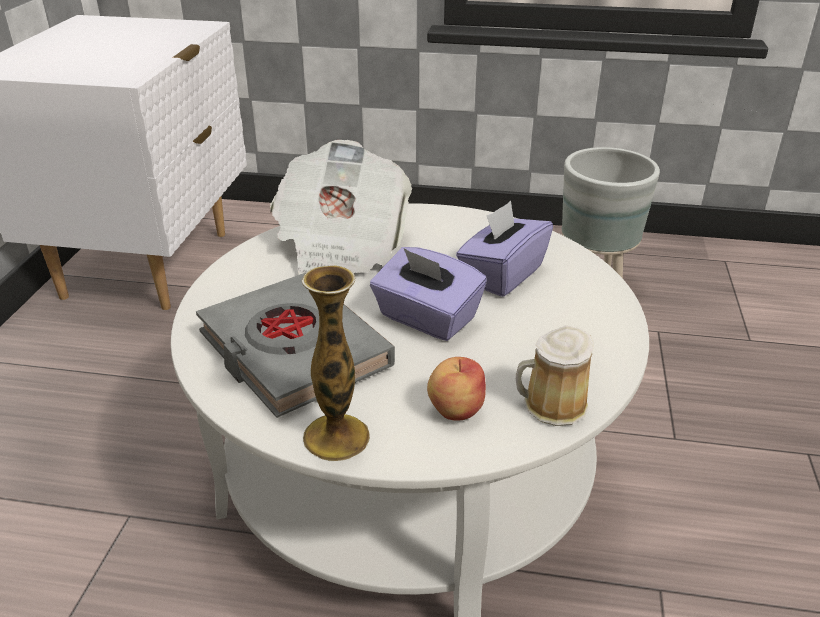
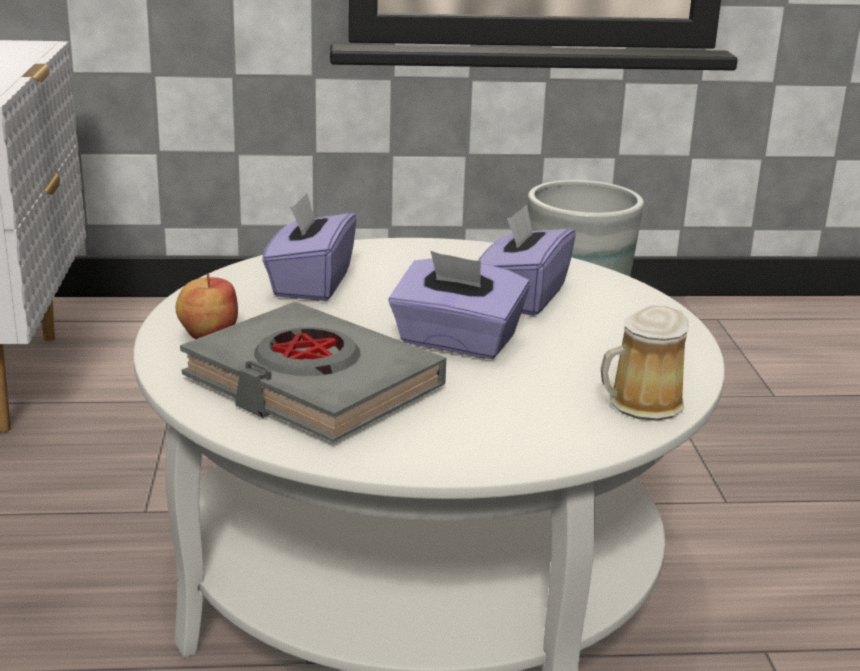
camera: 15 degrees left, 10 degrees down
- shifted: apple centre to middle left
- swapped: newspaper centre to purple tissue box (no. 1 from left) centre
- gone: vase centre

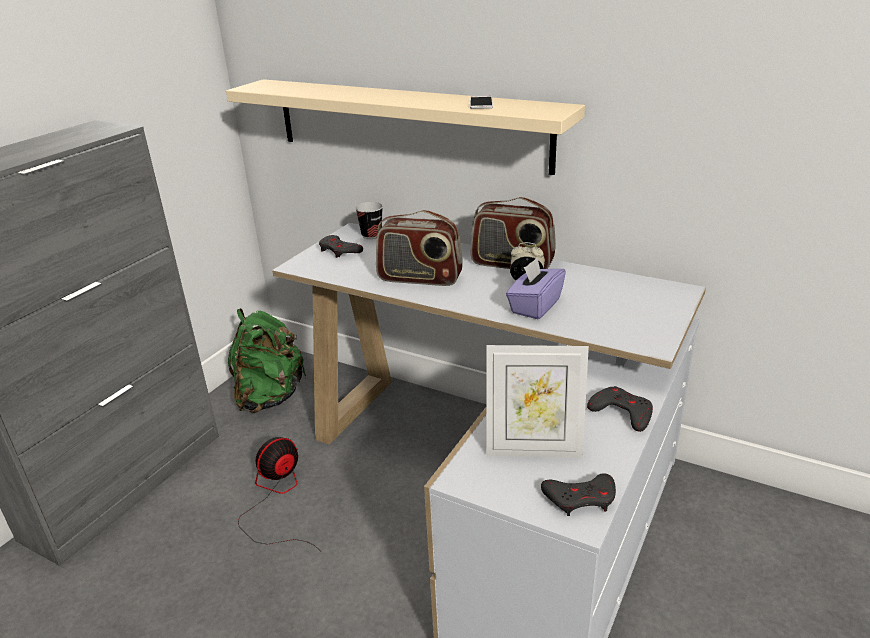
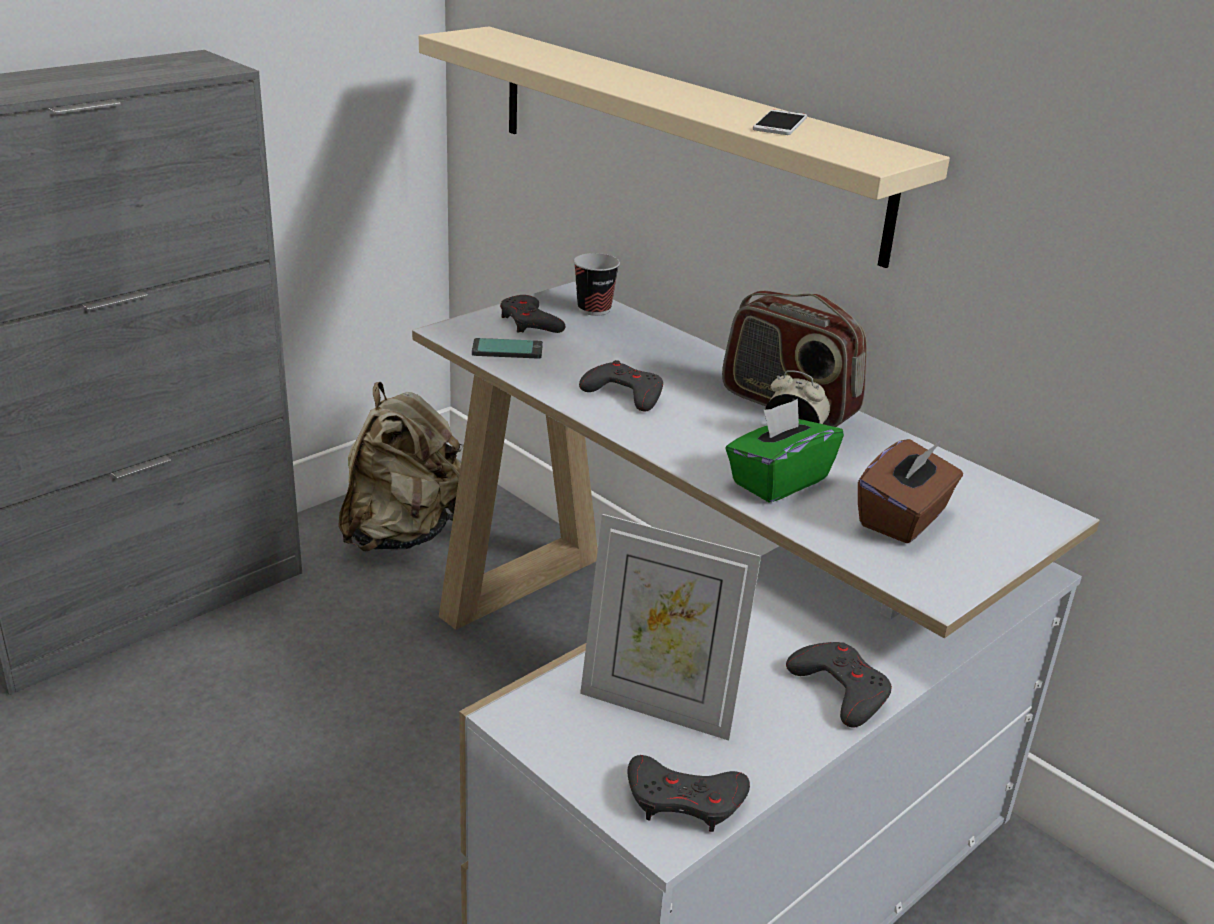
camera: 15 degrees right, 0 degrees up
- repainted: green backpack middle left to beige backpack middle left
- new: phone (no. 1 from left) centre
- swapped: radio (no. 1 from left) centre to grey game controller (no. 2 from left) centre
- repainted: purple tissue box centre to green tissue box centre
- new: brown tissue box middle right
- gone: fan bottom left

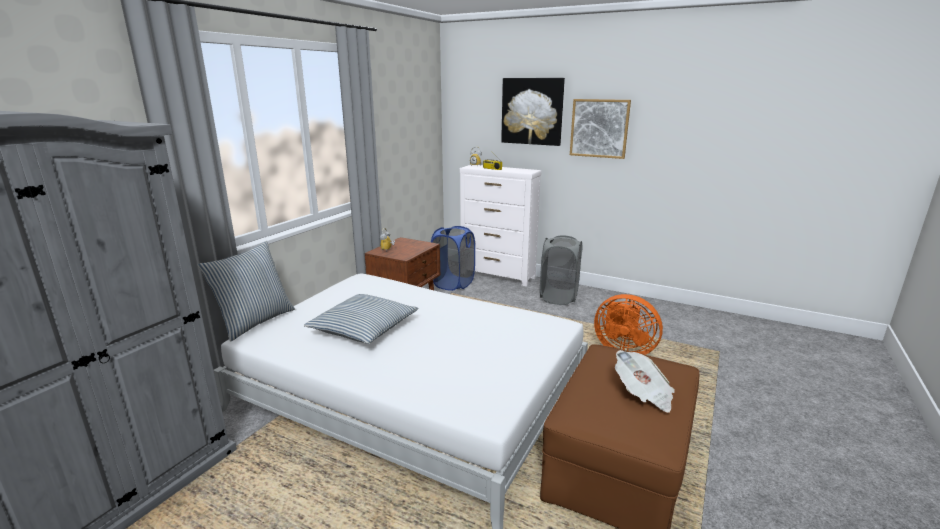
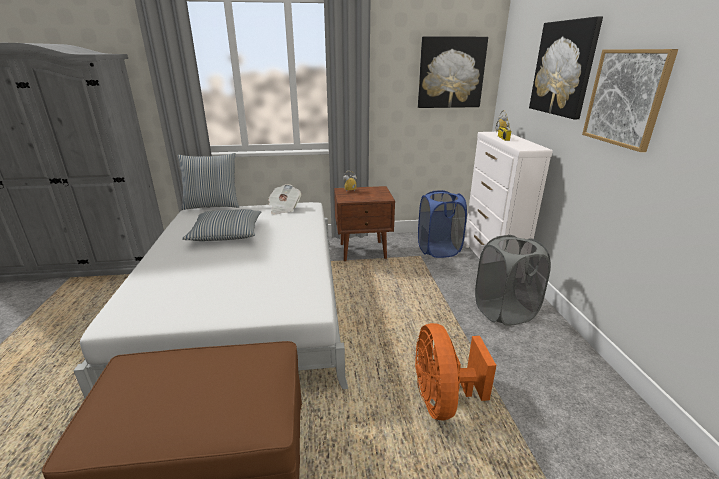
camera: 55 degrees right, 5 degrees up
- shifted: newspaper bottom right to centre
- new: picture (no. 1 from left) top centre

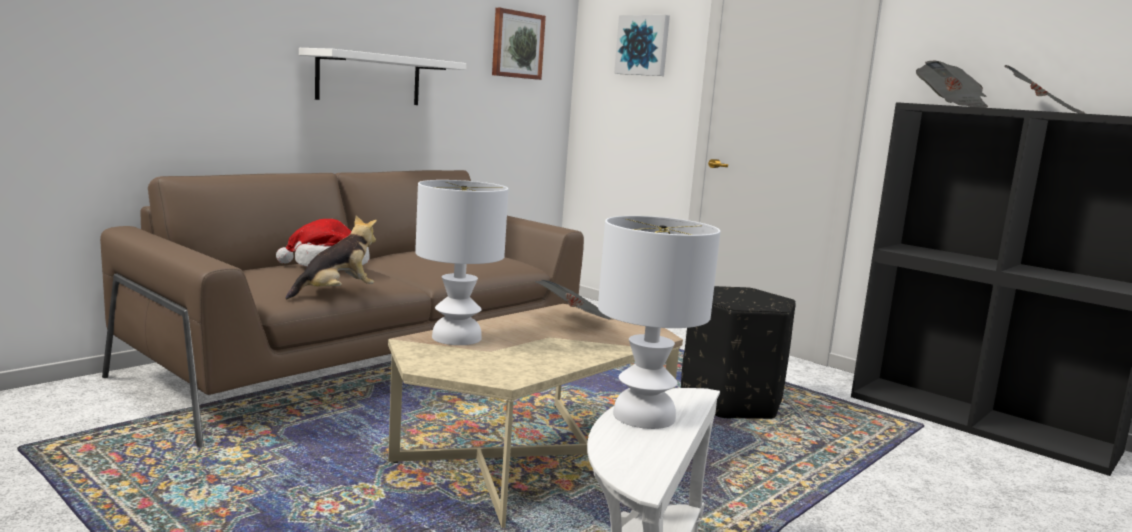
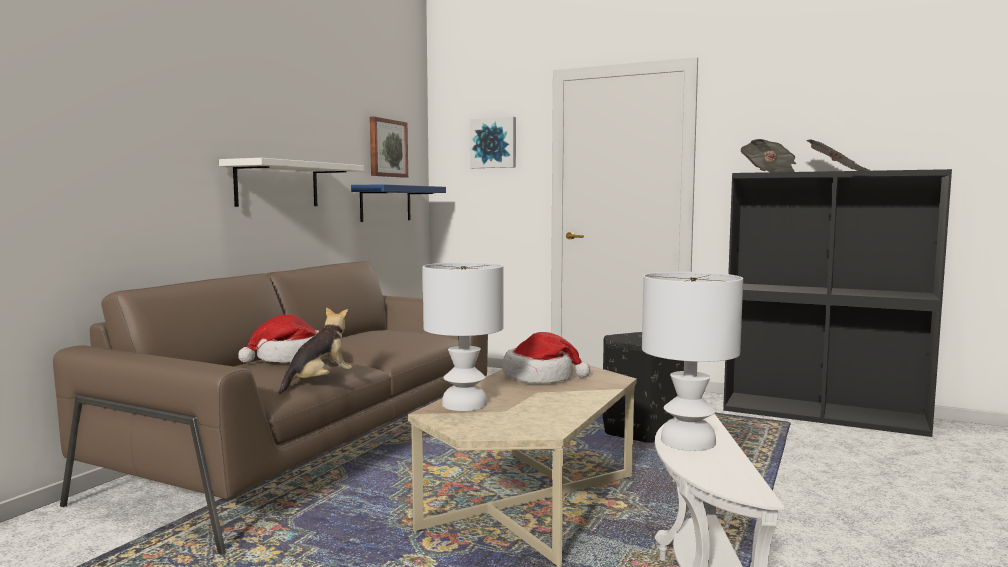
camera: 15 degrees left, 5 degrees down
- new: blue shelf centre
- swapped: newspaper (no. 1 from left) centre to hat (no. 2 from left) centre

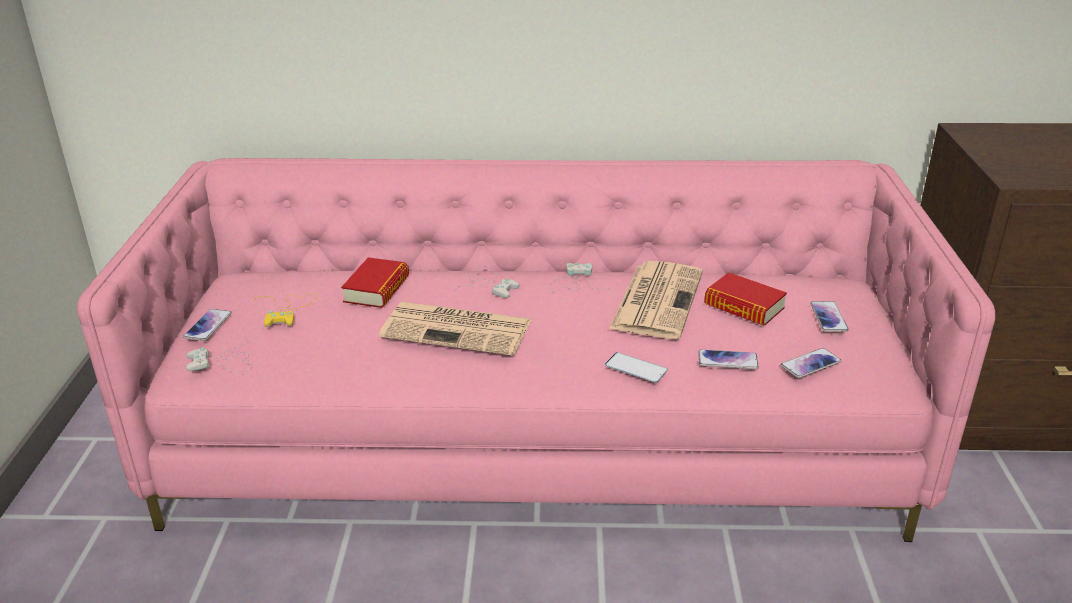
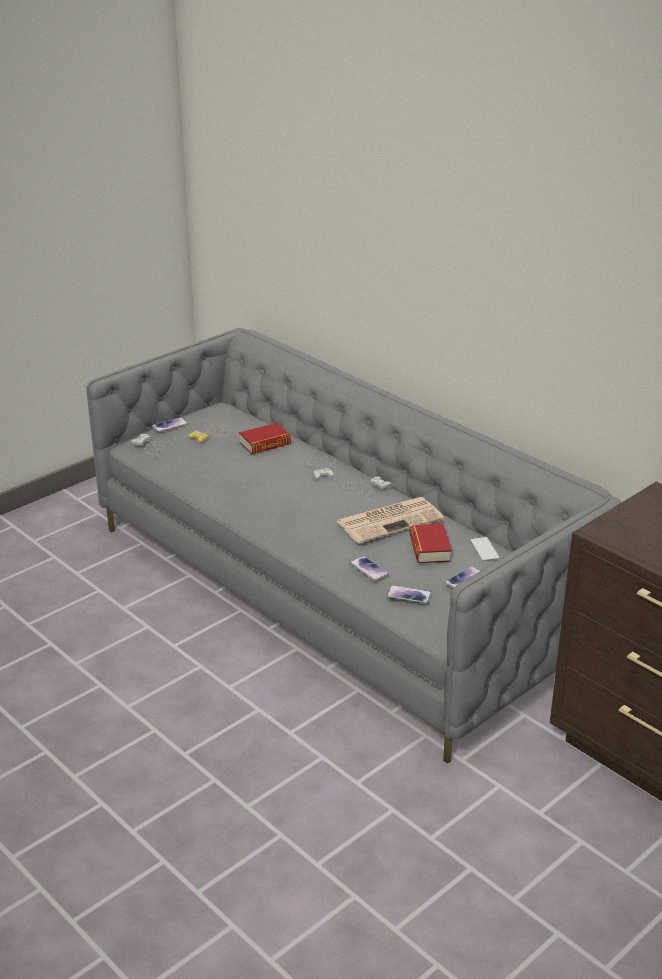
camera: 45 degrees right, 0 degrees up
- repainted: pink sofa centre to grey sofa centre
- shifted: phone (no. 2 from left in the first image) centre to phone (no. 5 from left) middle right
- gone: newspaper (no. 1 from left) centre

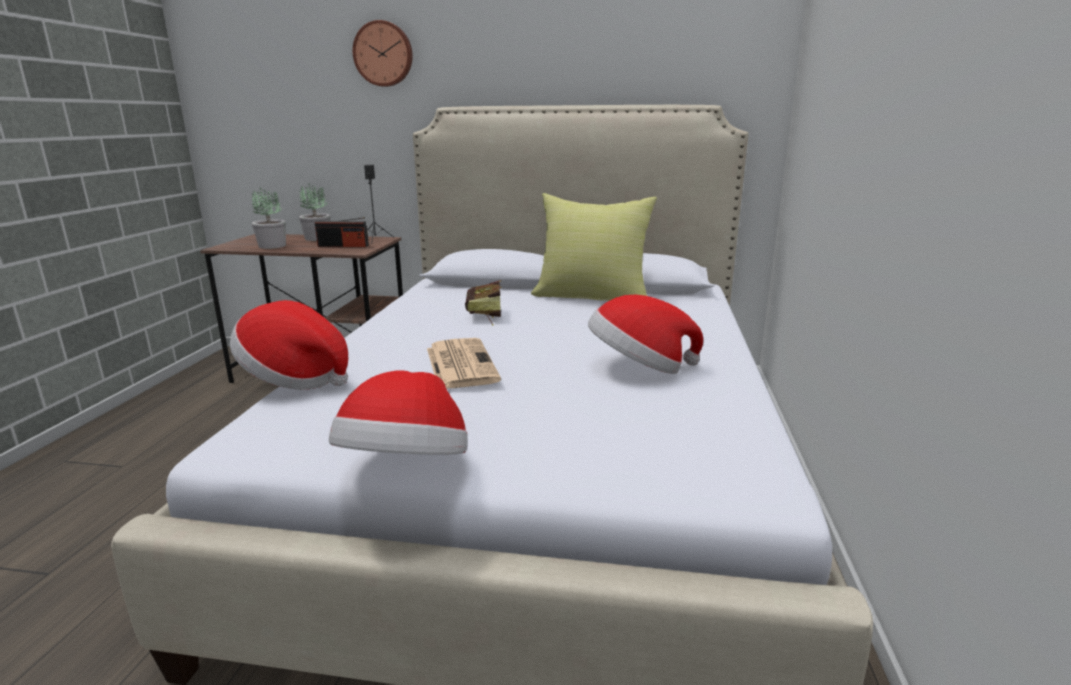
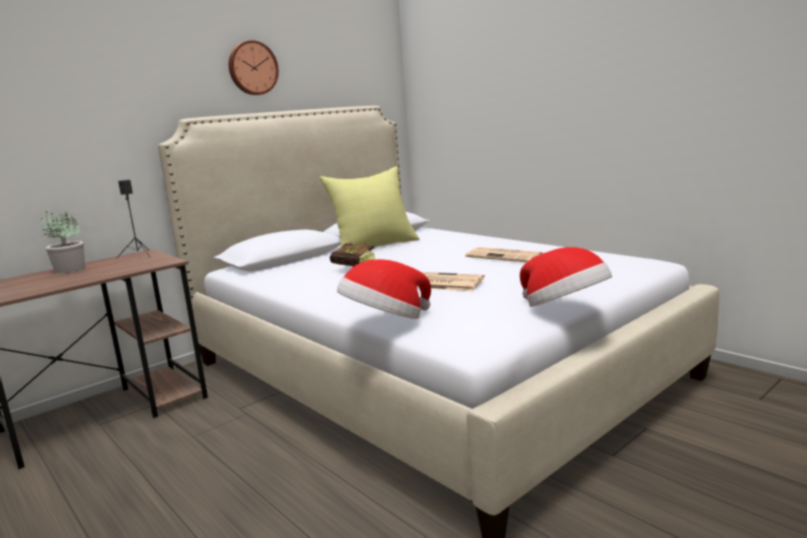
camera: 50 degrees left, 5 degrees down
- shifted: wall clock top centre to top left
- swapped: hat (no. 3 from left) centre to newspaper (no. 2 from left) centre
- gone: potted plant (no. 1 from left) top left
- gone: radio middle left

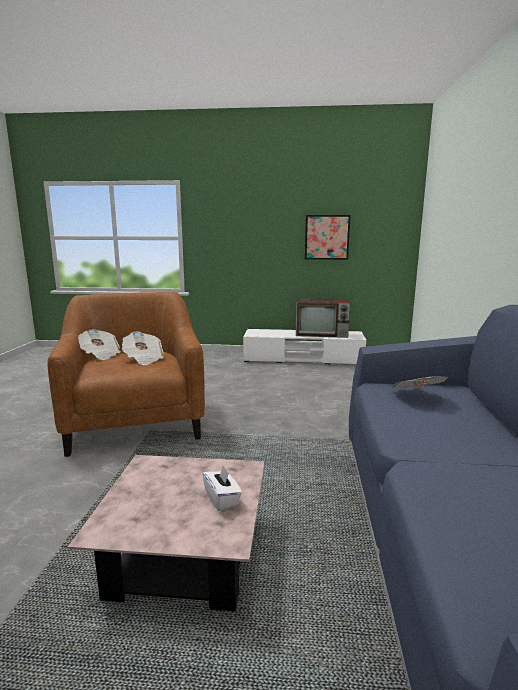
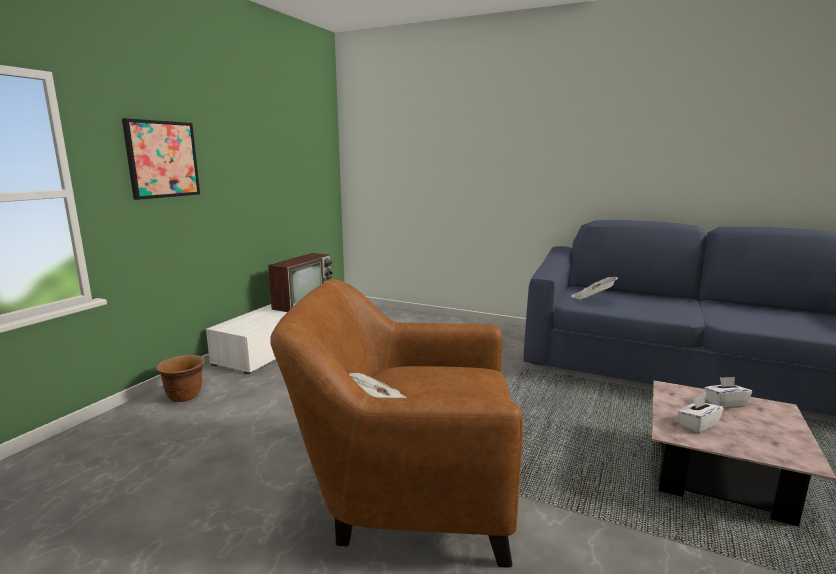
camera: 70 degrees left, 0 degrees up
- shifted: picture centre to top left
- new: brown planter middle left
- new: white tissue box (no. 1 from left) bottom right
- gone: newspaper (no. 2 from left) middle left

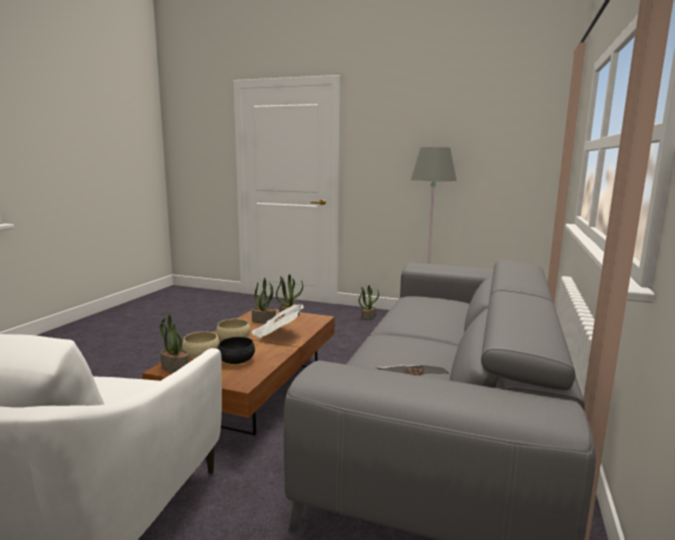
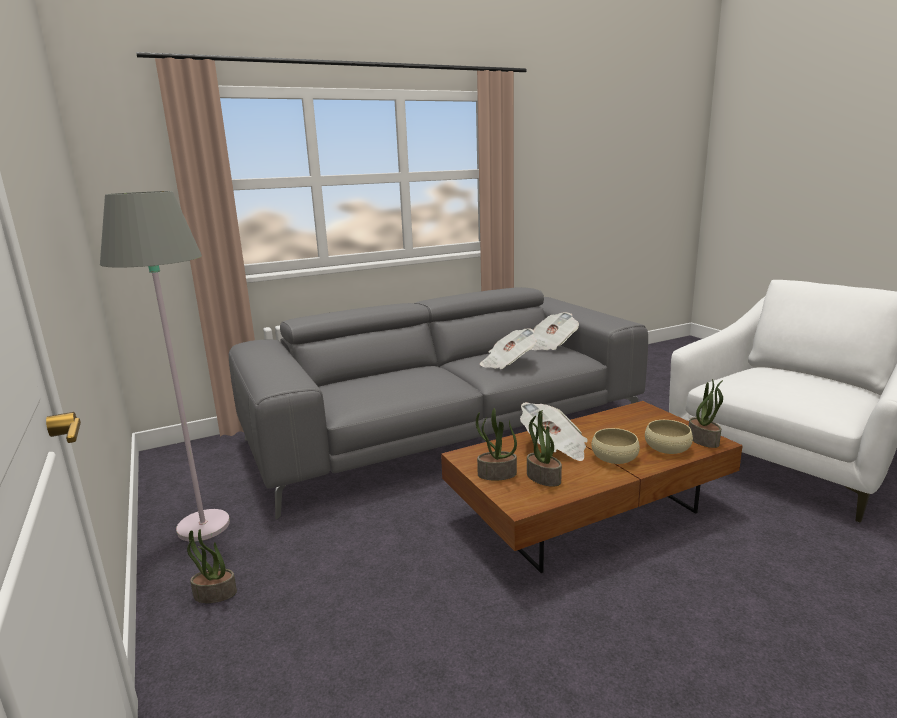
camera: 135 degrees left, 5 degrees up
- new: newspaper (no. 1 from left) centre
- gone: black bowl centre

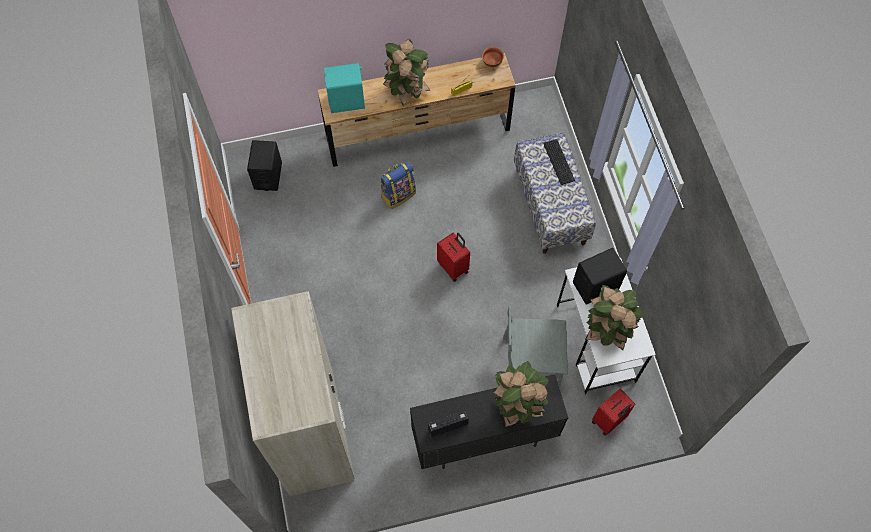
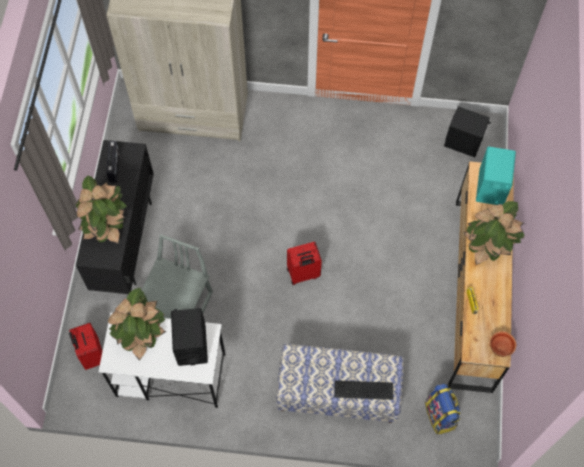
camera: 110 degrees right, 0 degrees up
- shifted: backpack centre to bottom right

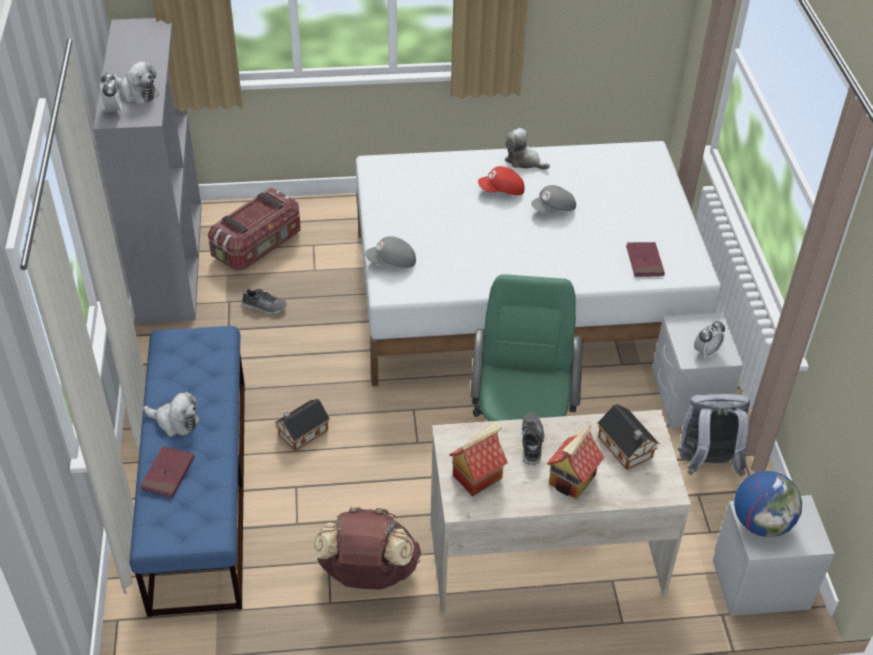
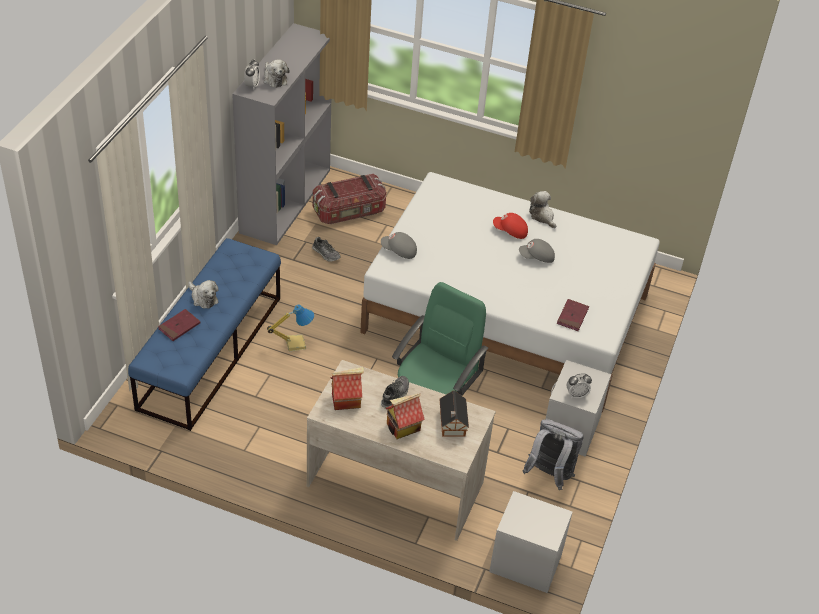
camera: 25 degrees right, 0 degrees up
- swapped: toy house (no. 1 from left) centre to table lamp centre
- gone: brown backpack bottom centre
- gone: globe bottom right

